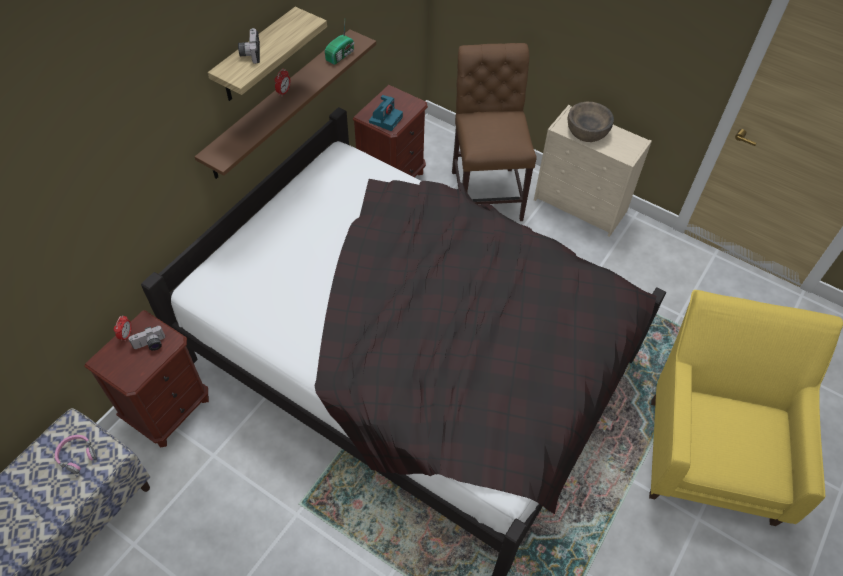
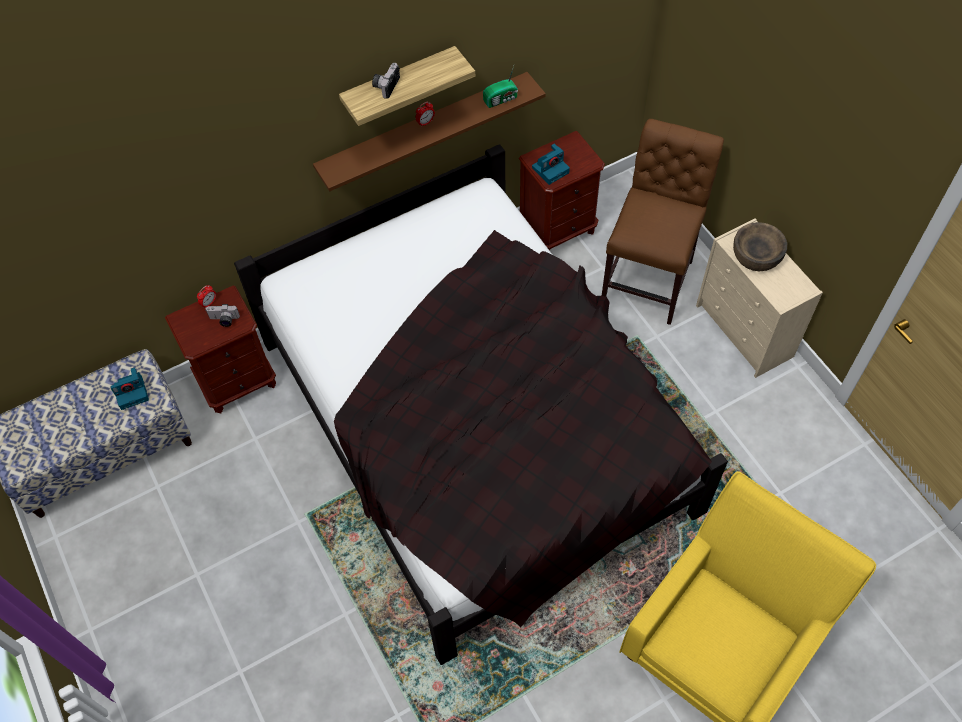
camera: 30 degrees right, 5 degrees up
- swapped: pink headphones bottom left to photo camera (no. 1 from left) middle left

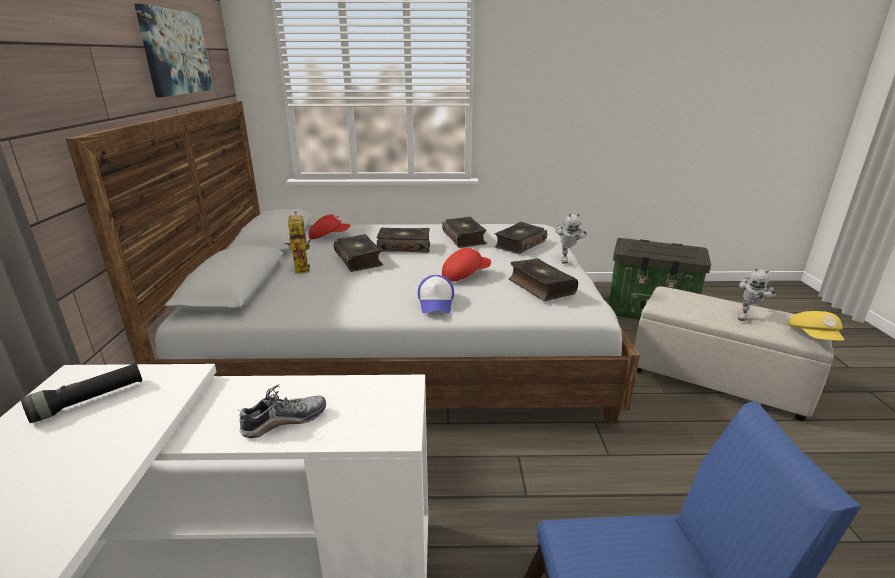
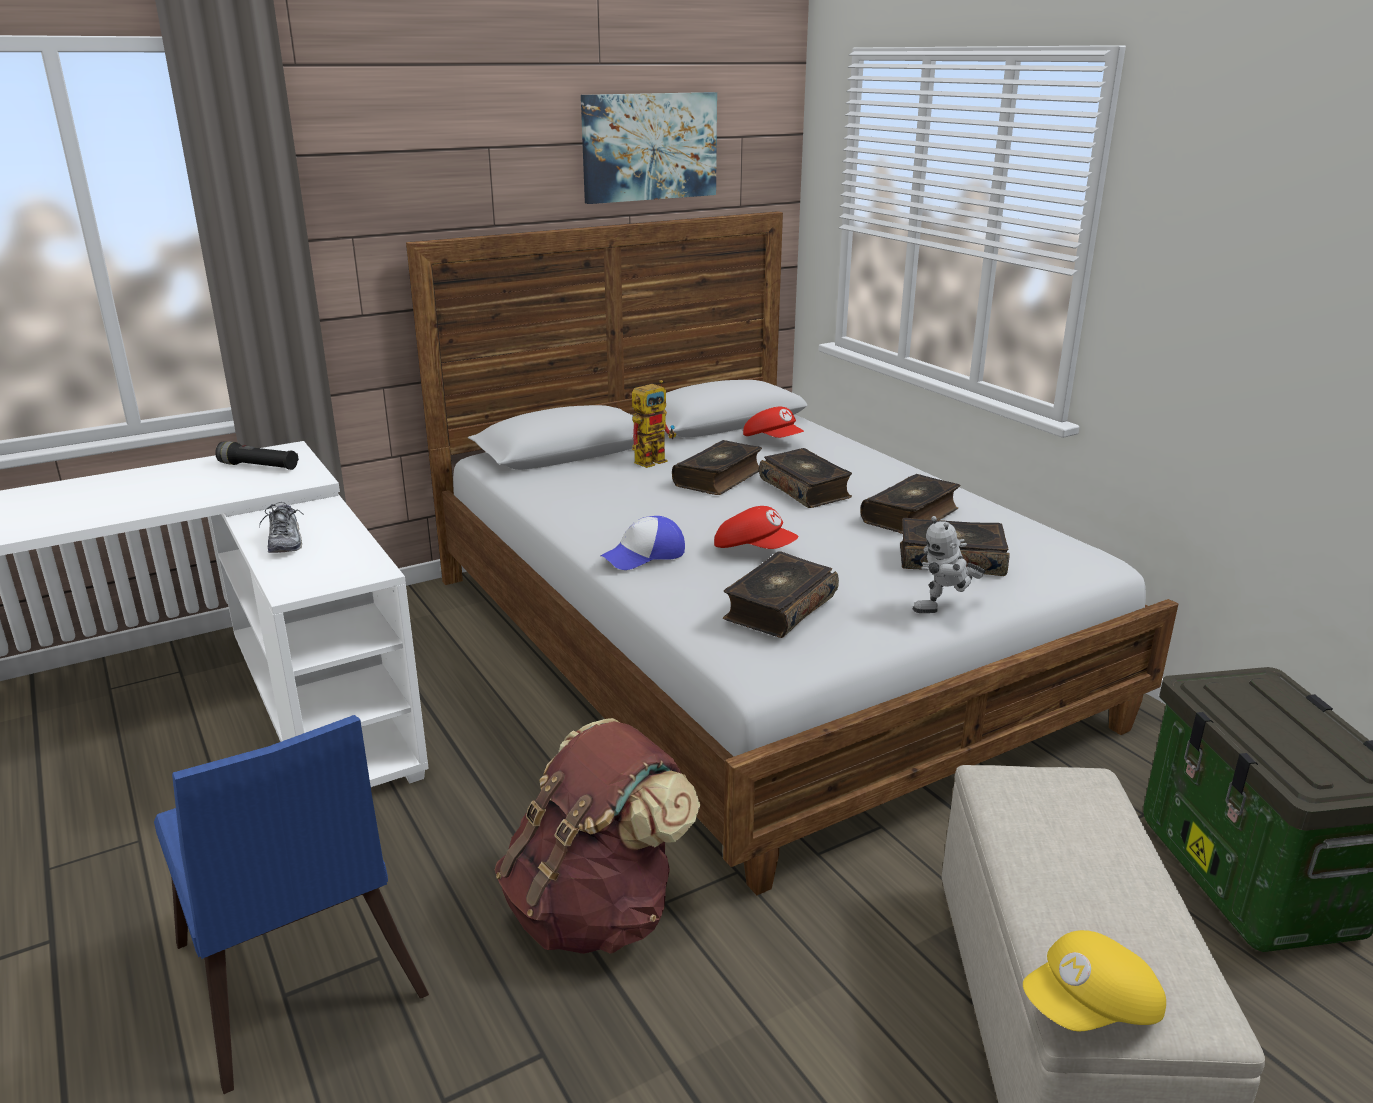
camera: 60 degrees right, 0 degrees up
- rotated: shoe bottom left = middle left 45 degrees clockwise
- new: brown backpack bottom centre
- gone: toy robot (no. 3 from left) middle right

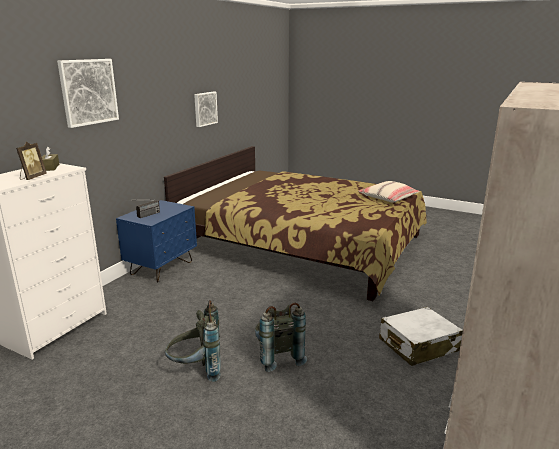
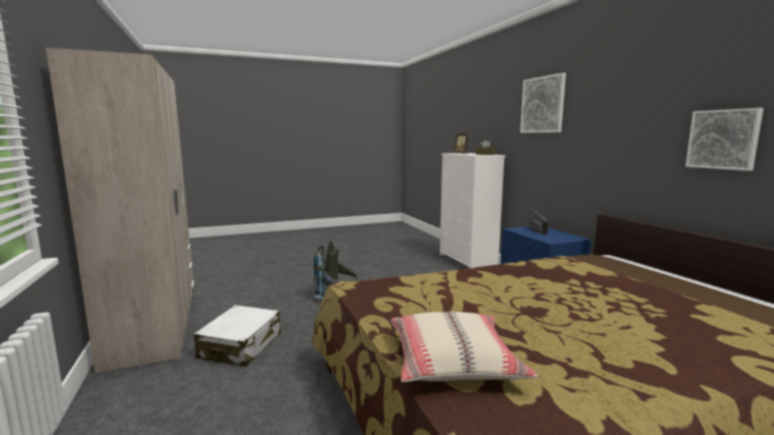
camera: 130 degrees right, 10 degrees down
- gone: grey backpack (no. 1 from left) bottom centre

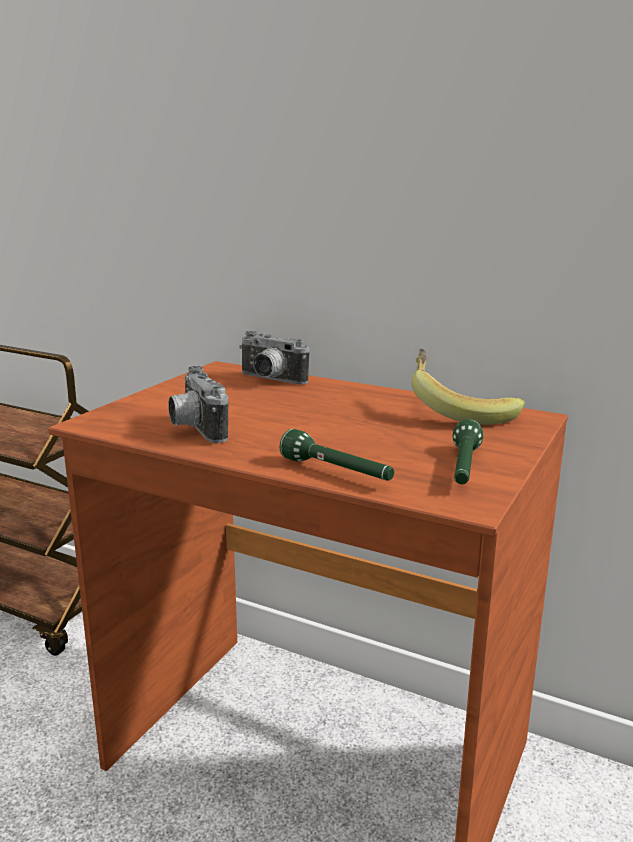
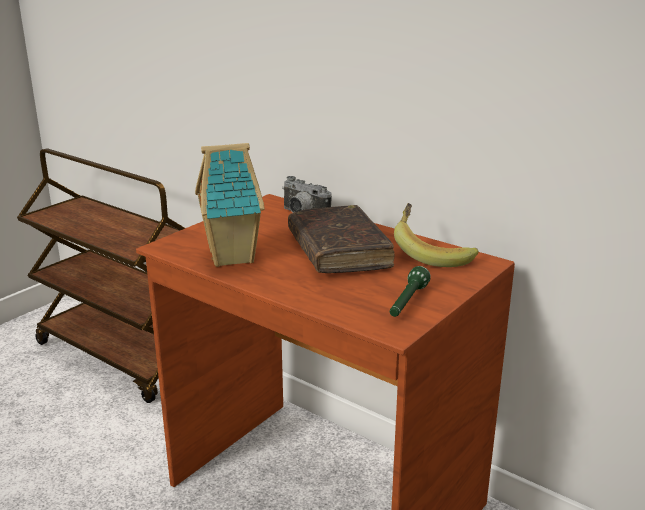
camera: 10 degrees right, 5 degrees up
- swapped: photo camera (no. 1 from left) middle left to toy house centre
- new: brown book centre
- gone: green flashlight (no. 1 from left) centre

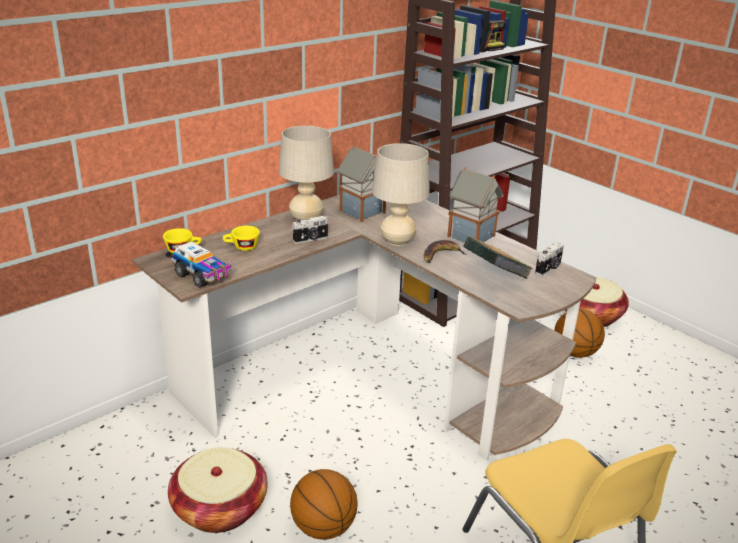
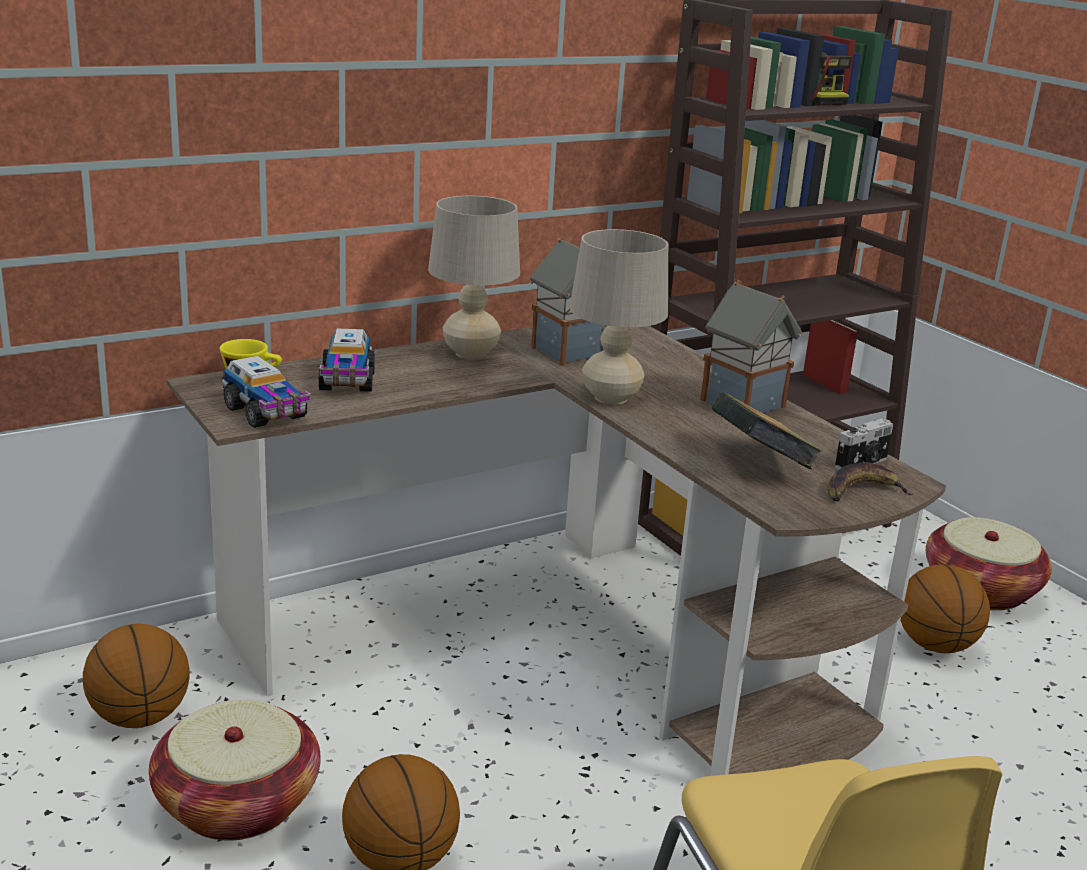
camera: 10 degrees right, 5 degrees down
- new: basketball (no. 1 from left) bottom left
- swapped: yellow cup (no. 2 from left) middle left to toy truck (no. 2 from left) middle left
- shifted: banana centre to middle right
- gone: photo camera (no. 1 from left) centre

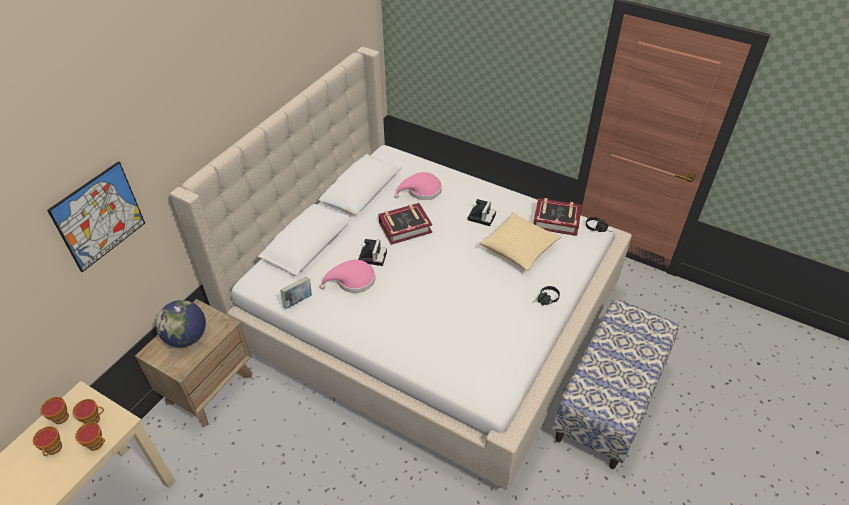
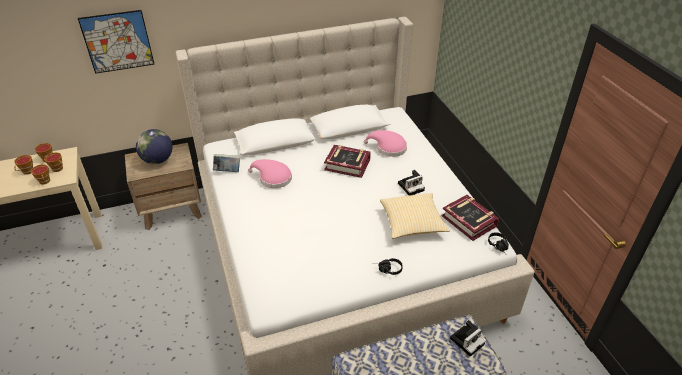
camera: 40 degrees right, 5 degrees down
- shifted: photo camera (no. 1 from left in the first image) centre to photo camera (no. 2 from left) bottom right

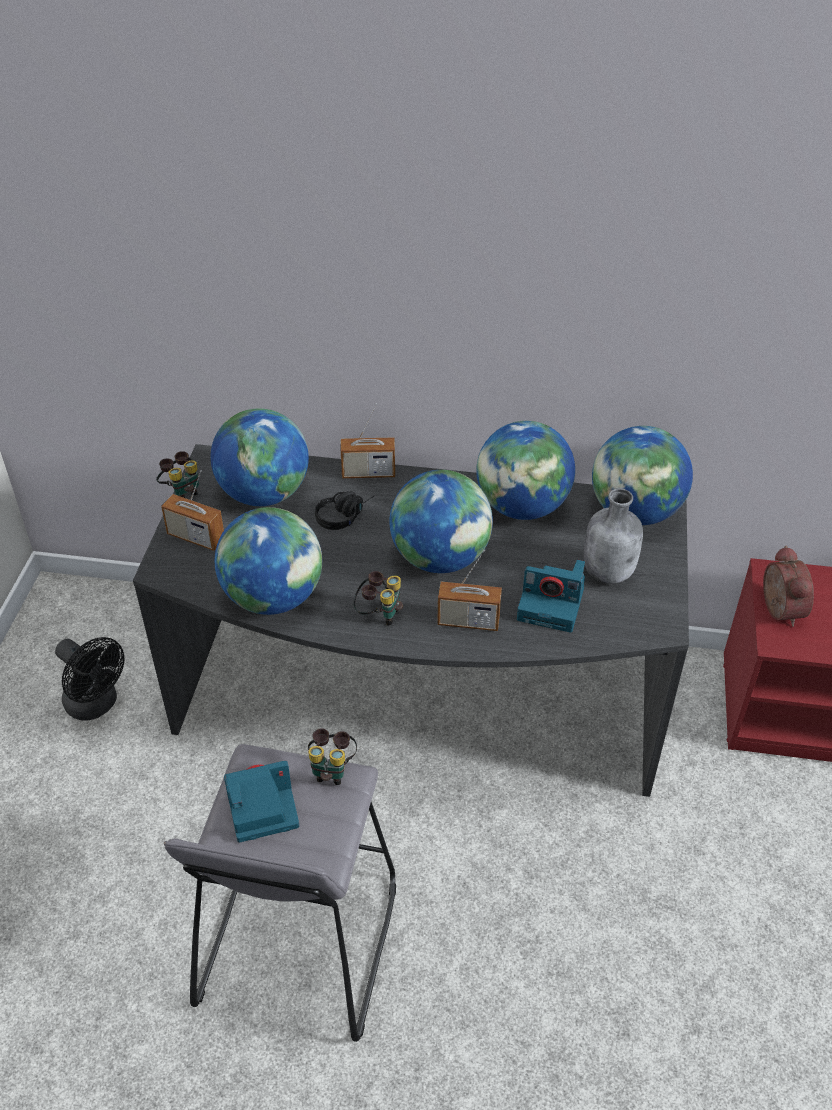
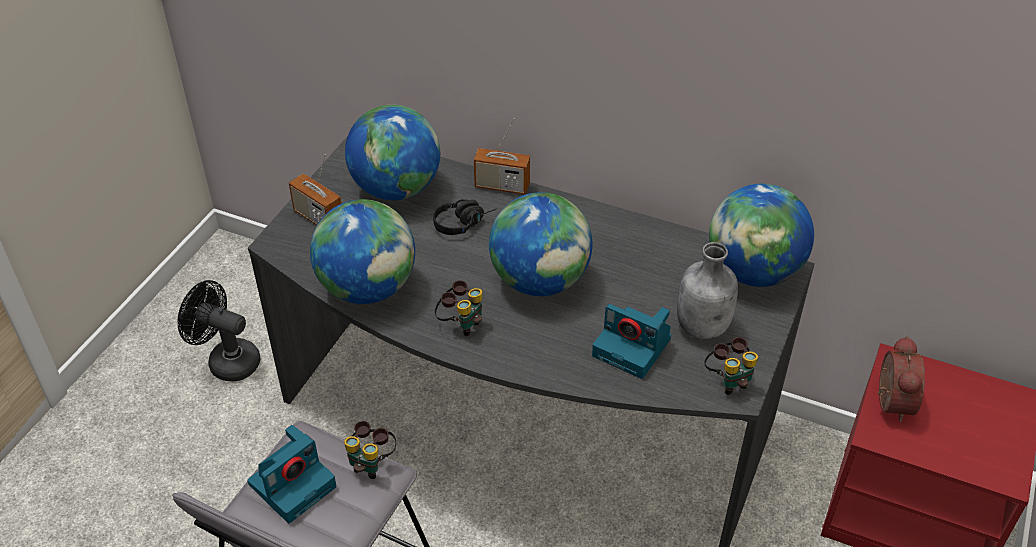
camera: 15 degrees right, 0 degrees up
- rotated: black fan middle left = middle left 150 degrees clockwise
- rotated: photo camera (no. 1 from left) bottom left = bottom left 135 degrees clockwise
- shifted: binoculars (no. 1 from left in the first image) middle left to binoculars (no. 3 from left) bottom right
- gone: radio (no. 3 from left) centre
- gone: globe (no. 4 from left) centre

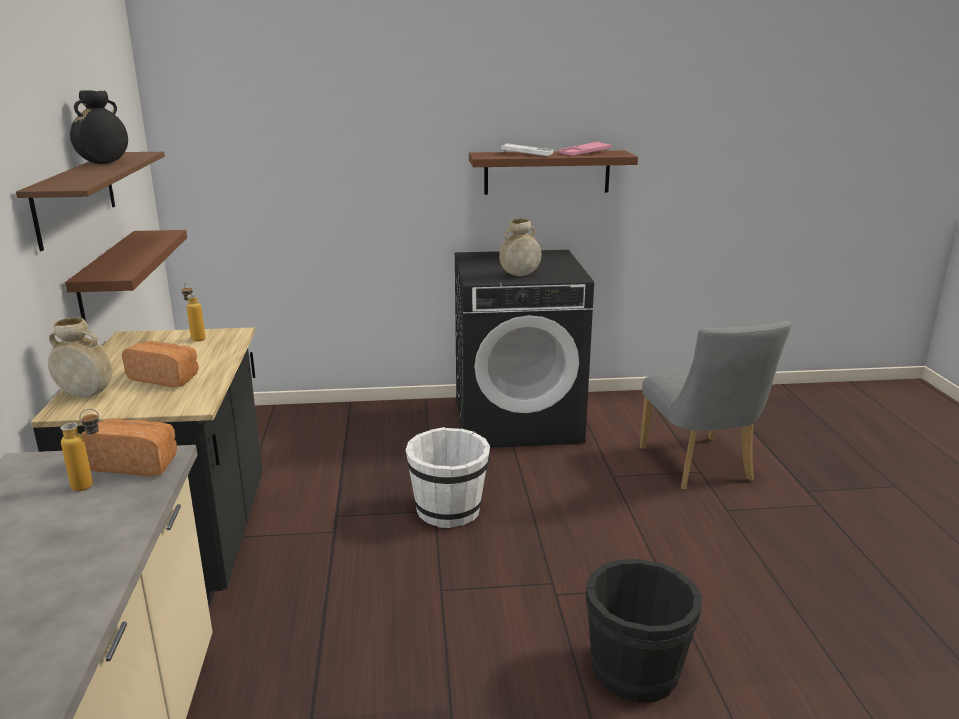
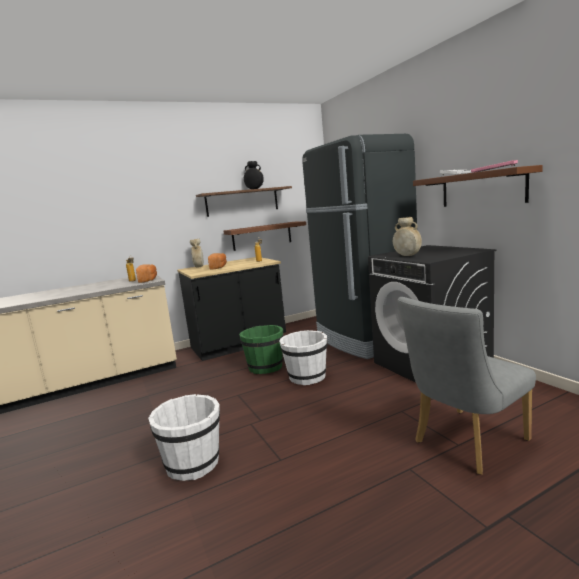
camera: 70 degrees right, 10 degrees down
- repainted: black bucket bottom right to white bucket (no. 1 from left) bottom left
- new: green bucket centre
- new: black fridge centre

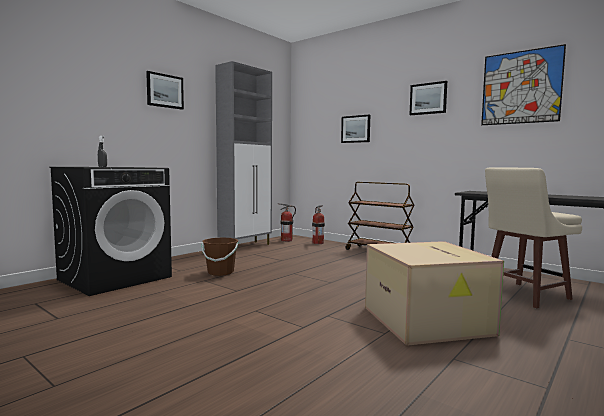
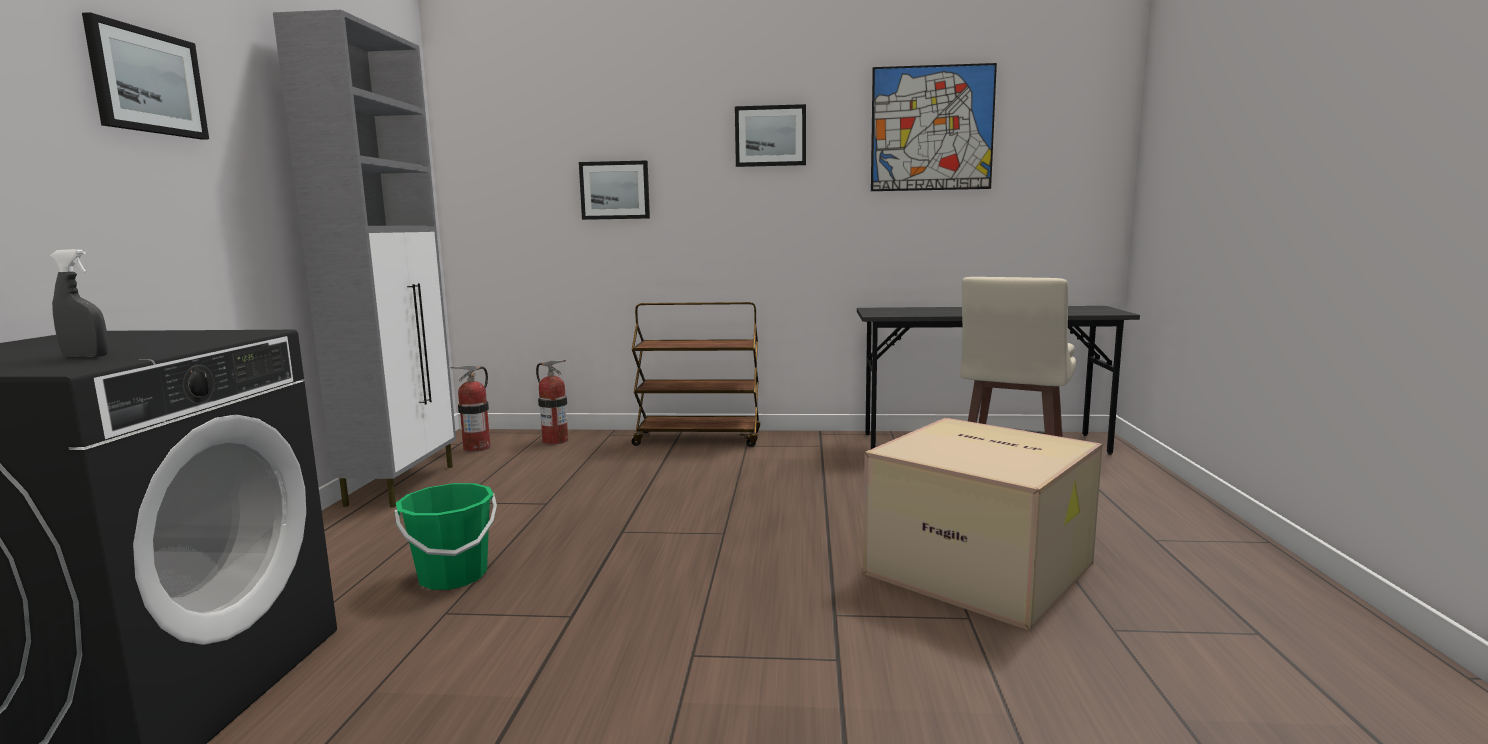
camera: 35 degrees left, 5 degrees up
- repainted: brown bucket centre to green bucket bottom left

